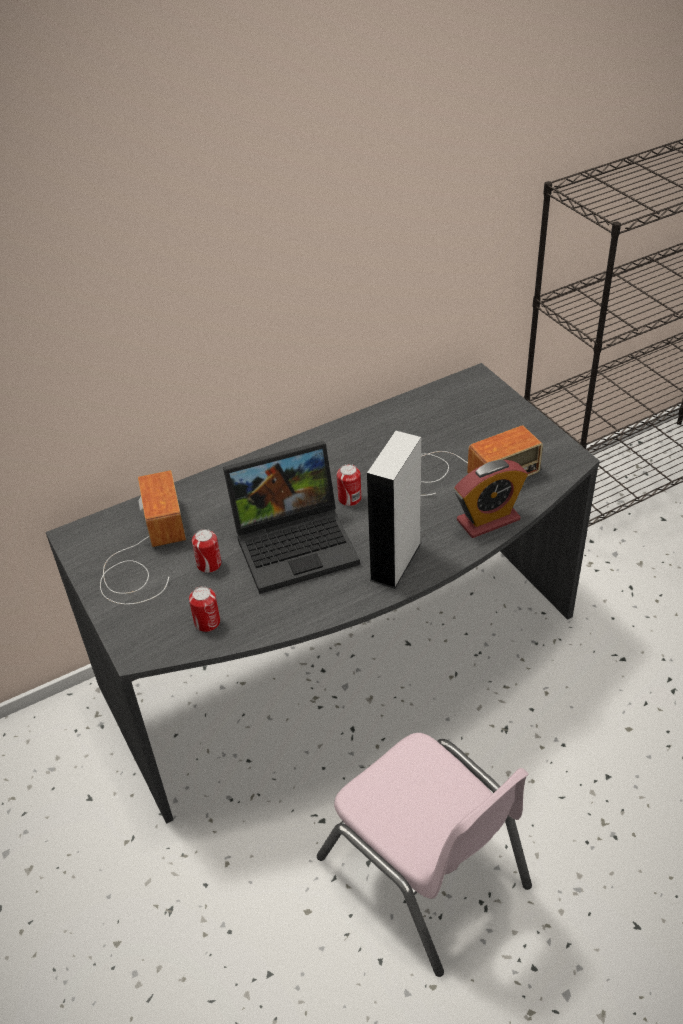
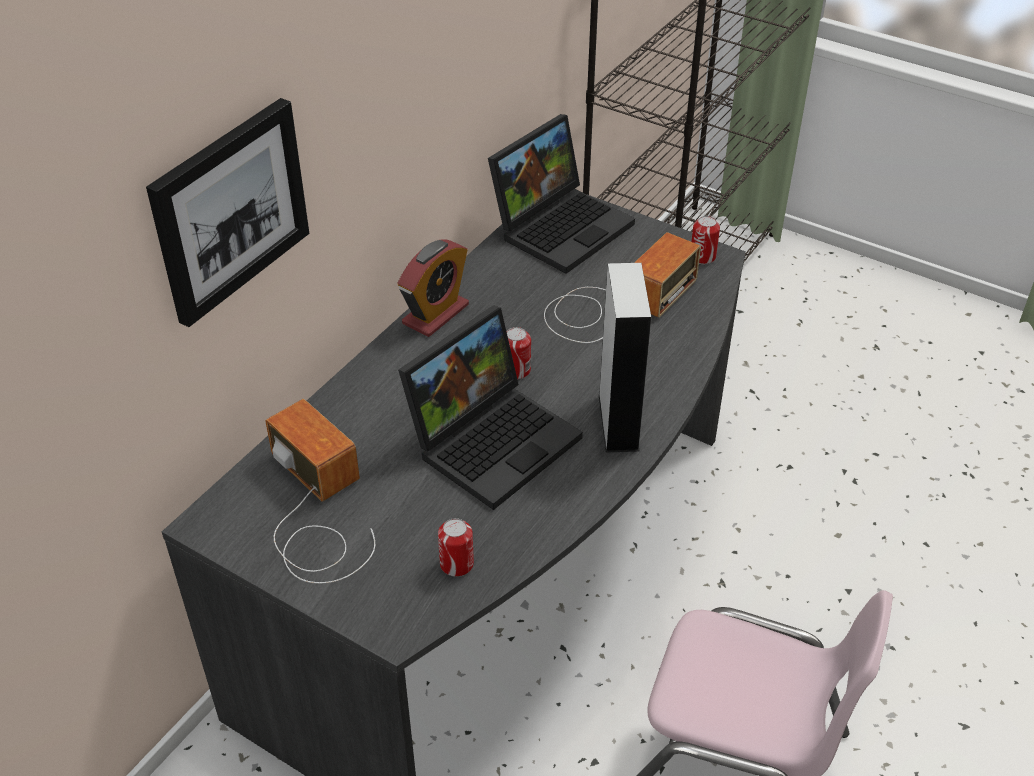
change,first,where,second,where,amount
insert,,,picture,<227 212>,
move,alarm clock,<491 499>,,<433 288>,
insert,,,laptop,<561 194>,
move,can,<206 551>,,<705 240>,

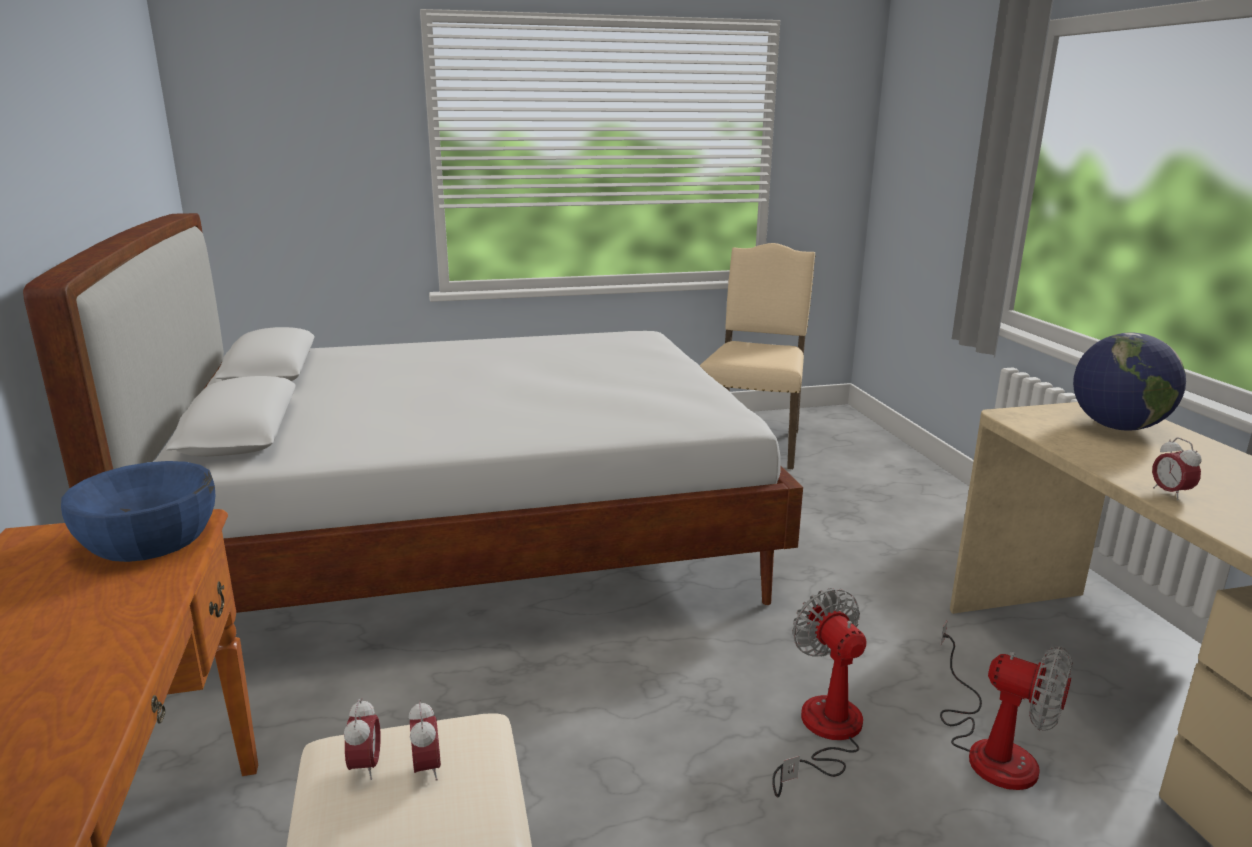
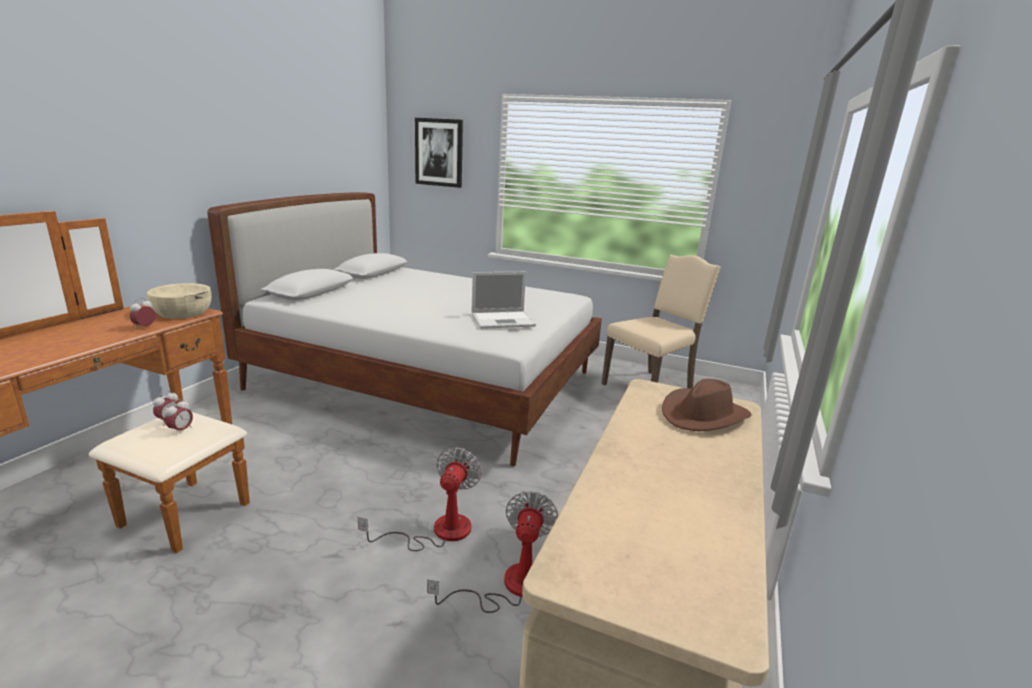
change,first,where,second,where,amount
move,alarm clock,<1177 469>,,<143 313>,
recolor,blue bowl,<138 511>,beige bowl,<179 301>,
insert,,,picture,<439 153>,
rotate,fan,<1006 705>,,<492 552>,150 degrees counterclockwise
insert,,,laptop,<503 300>,
replace,globe,<1129 381>,brown hat,<707 404>,

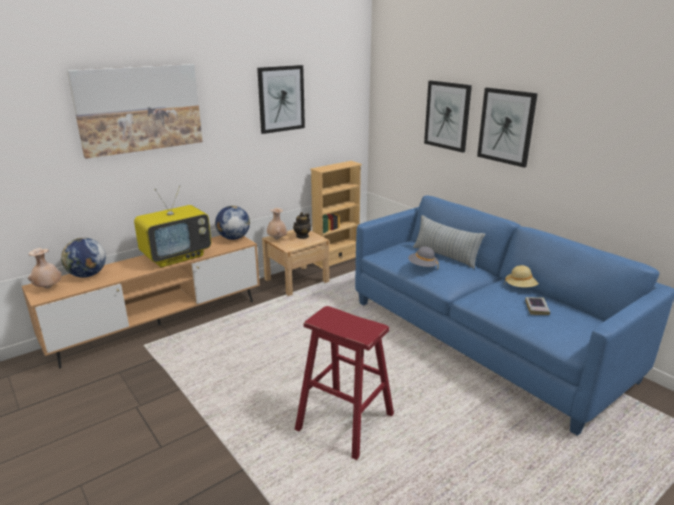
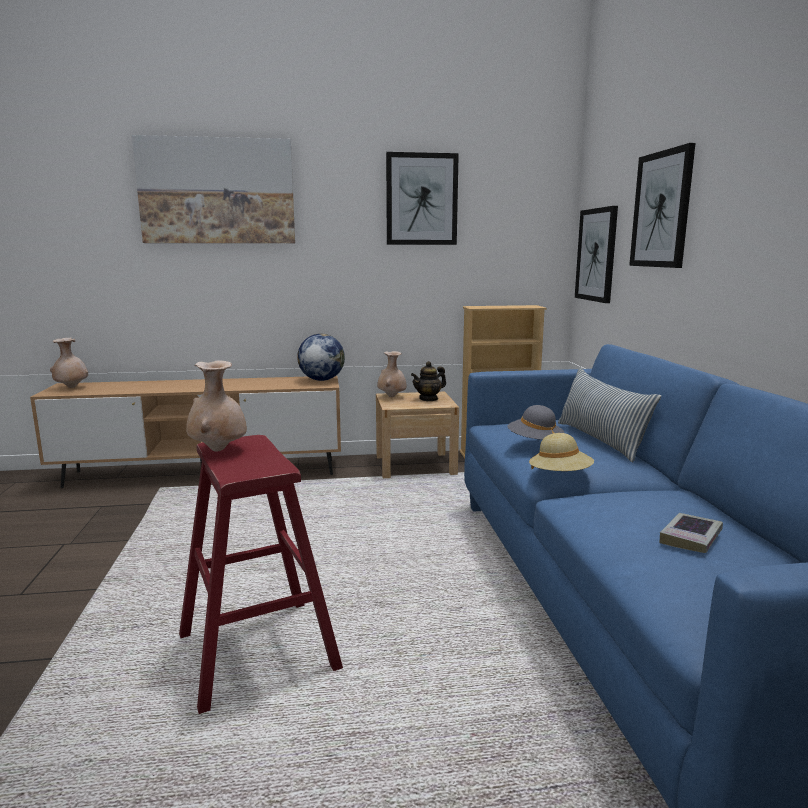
change,first,where,second,where,amount
insert,,,beige vase,<216 406>,
move,beige hat,<521 276>,,<561 452>,
move,picture,<507 128>,,<596 254>,
delete,globe,<83 258>,,,
delete,television,<172 226>,,,

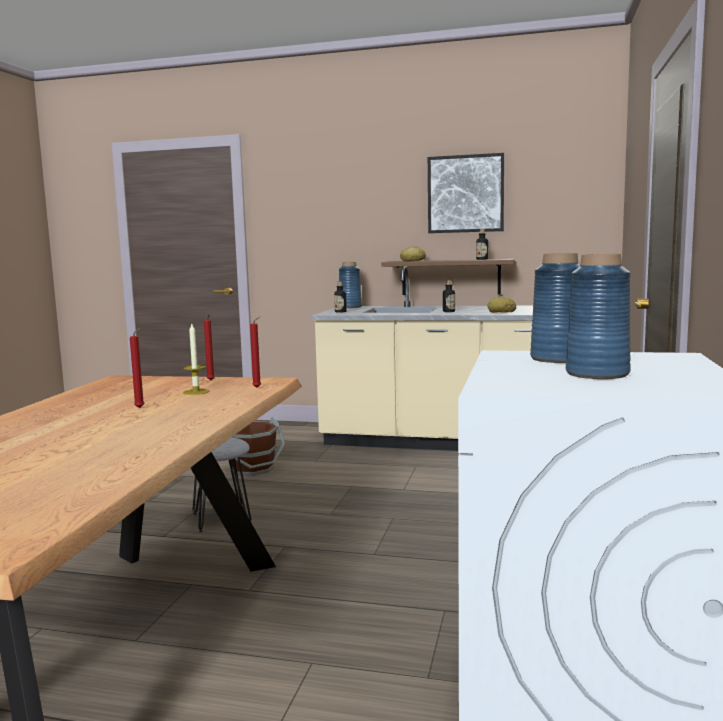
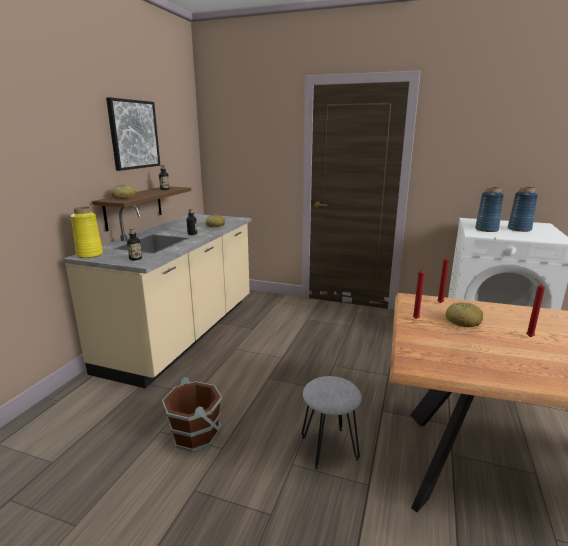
change,first,where,second,where,amount
recolor,blue vase,<350 285>,yellow vase,<87 232>,
replace,candle,<196 359>,bread,<464 314>,

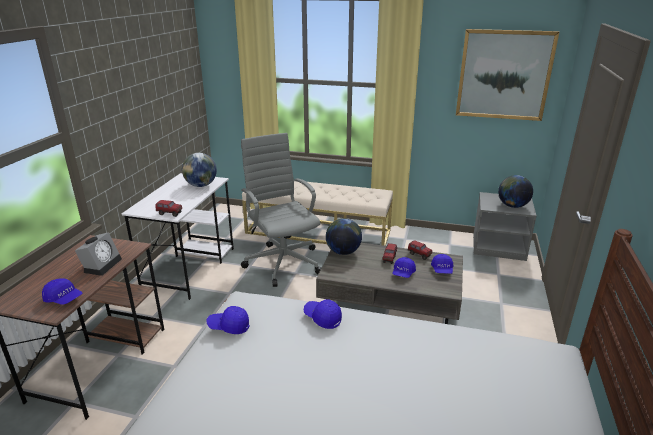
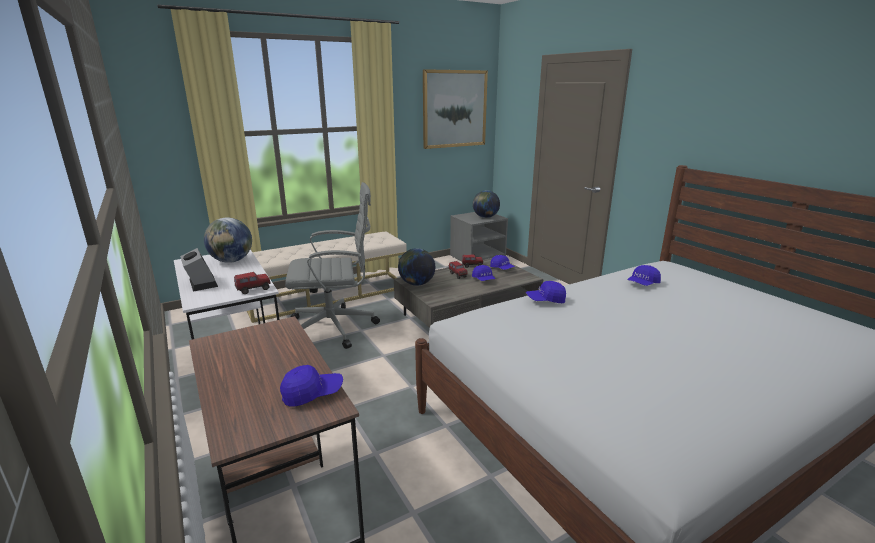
change,first,where,second,where,amount
move,alarm clock,<98 254>,,<199 269>,
rotate,grey office chair,<281 210>,,<332 265>,150 degrees clockwise
move,blue cap,<228 320>,,<644 275>,

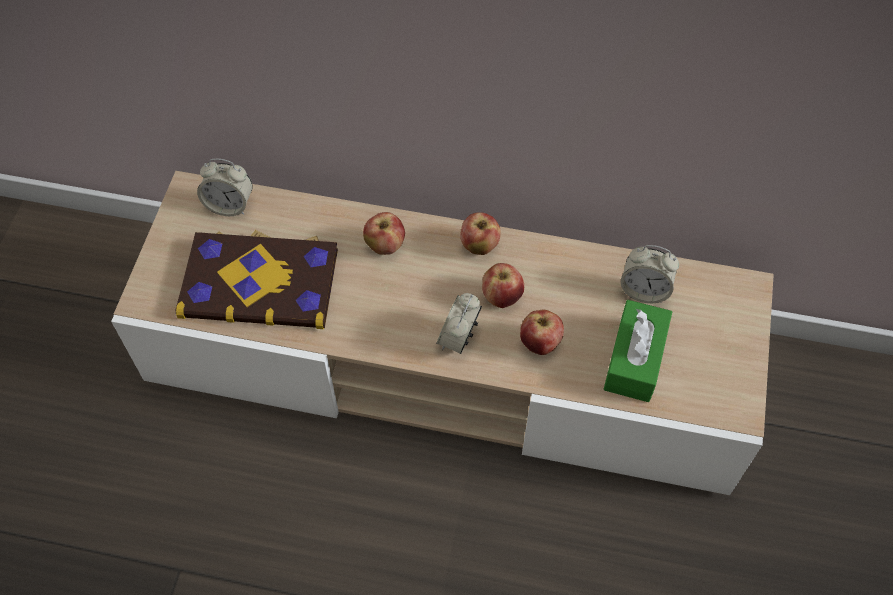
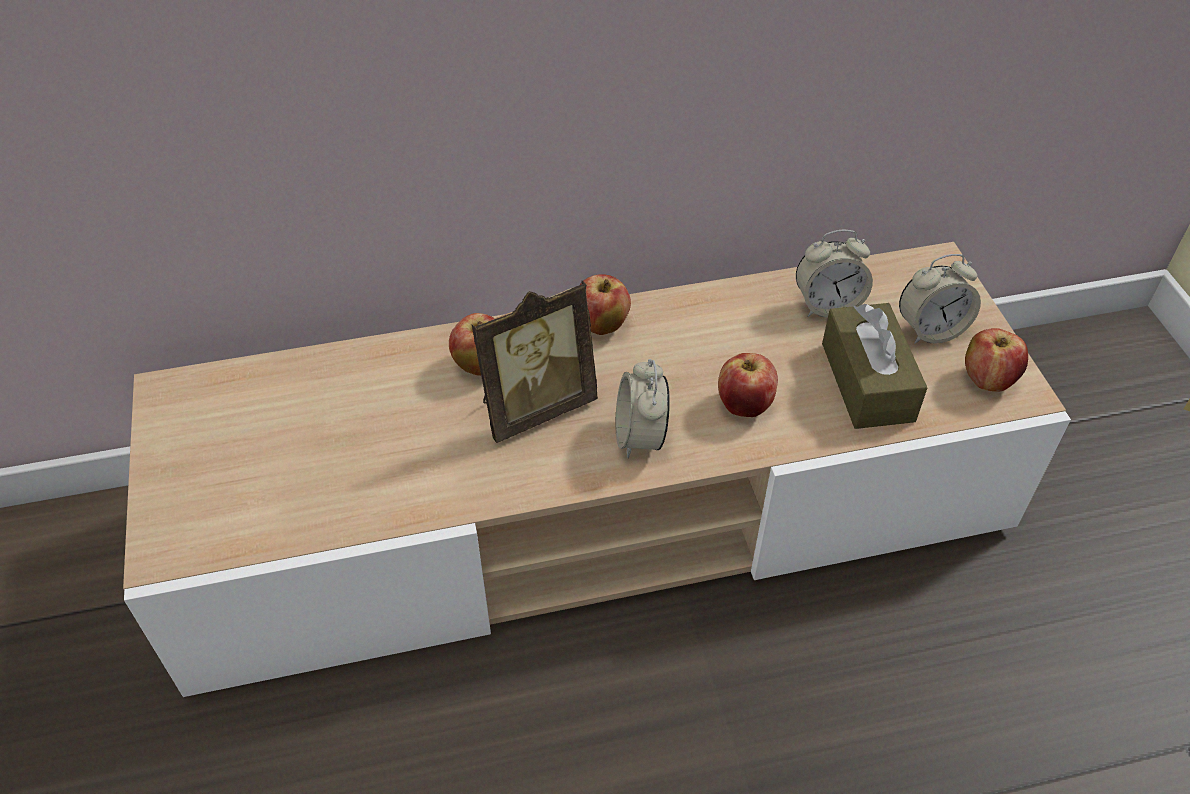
change,first,where,second,where,amount
insert,,,picture frame,<535 362>,
recolor,green tissue box,<638 351>,brown tissue box,<874 366>,
move,alarm clock,<225 187>,,<940 299>,
move,apple,<503 285>,,<996 360>,
delete,book,<257 279>,,,

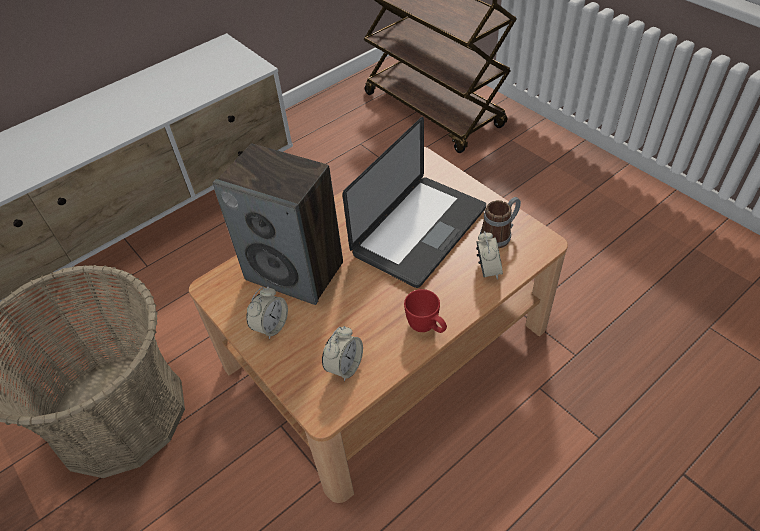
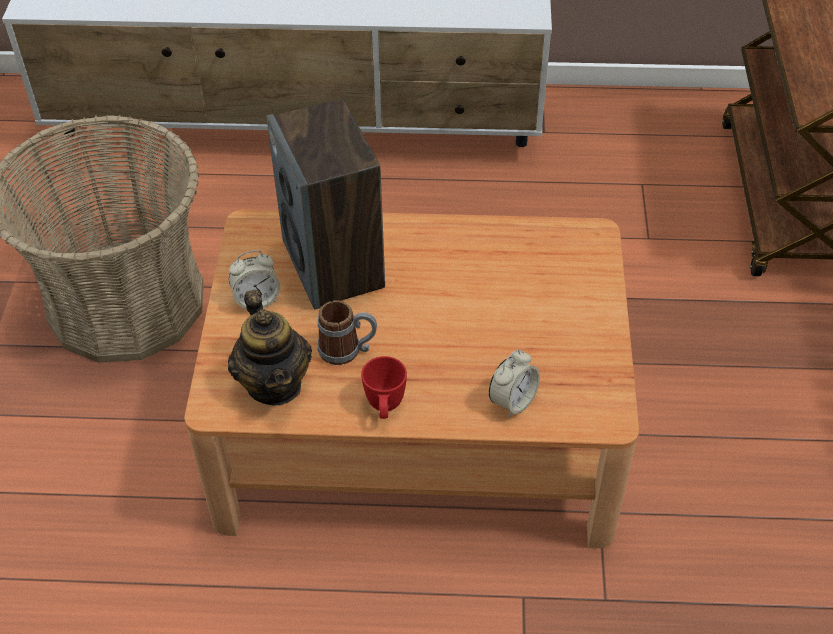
change,first,where,second,where,amount
replace,alarm clock,<342 353>,teapot,<270 348>,
move,mug,<500 222>,,<347 332>,
delete,laptop,<414 202>,,,

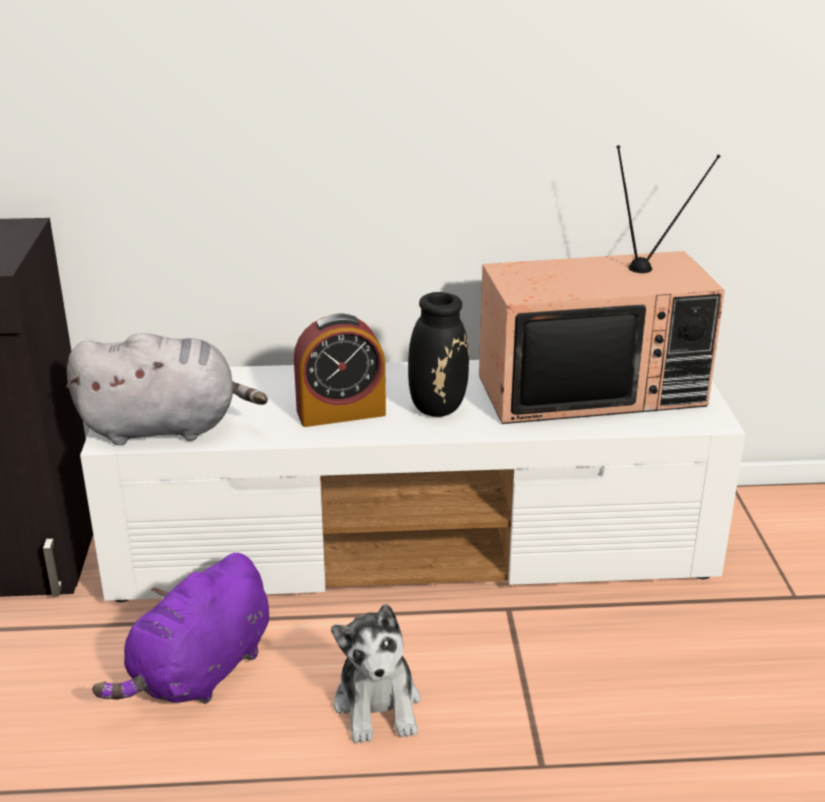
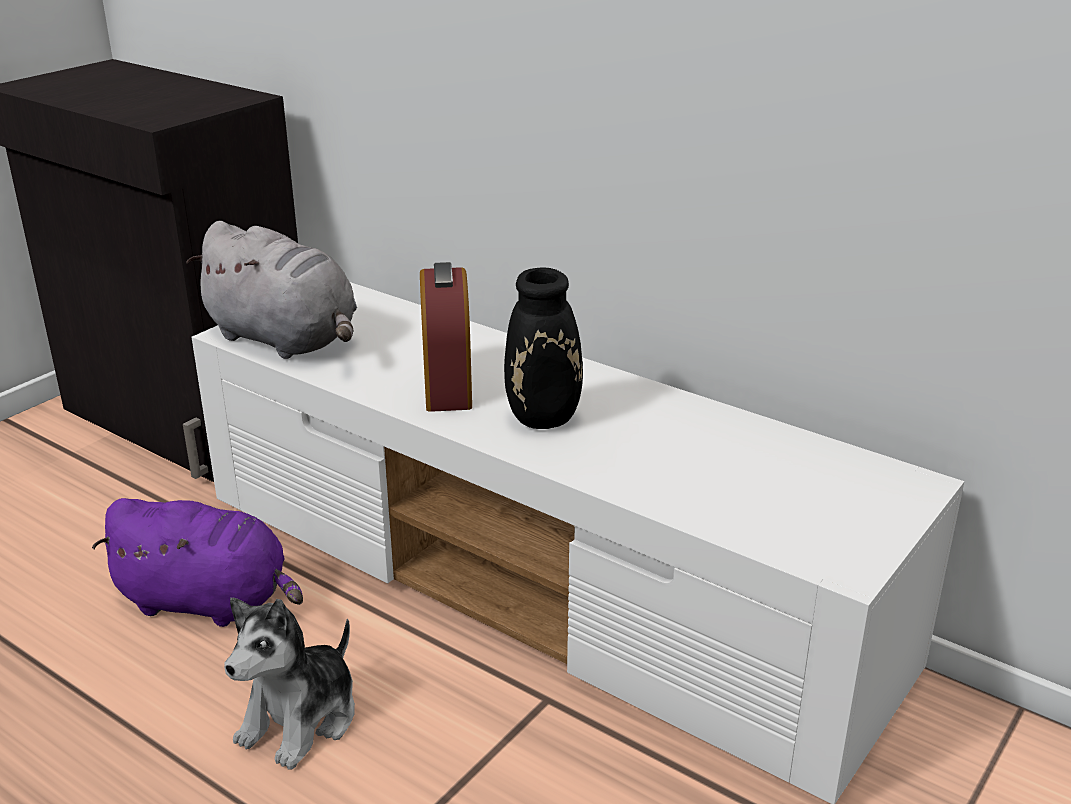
change,first,where,second,where,amount
rotate,purple plush toy,<180 628>,,<197 562>,150 degrees counterclockwise
rotate,alarm clock,<340 370>,,<446 337>,60 degrees clockwise
delete,television,<602 284>,,,

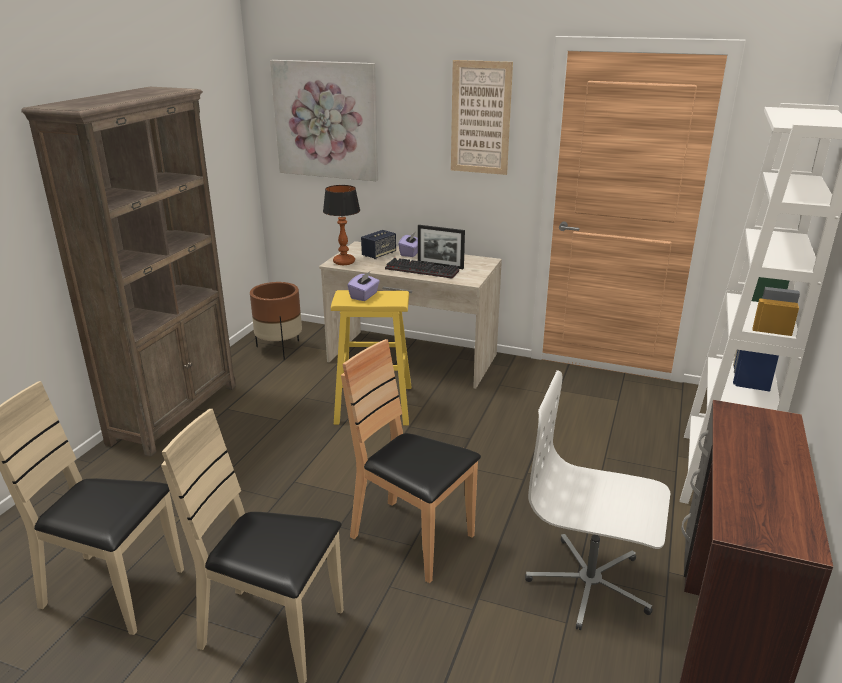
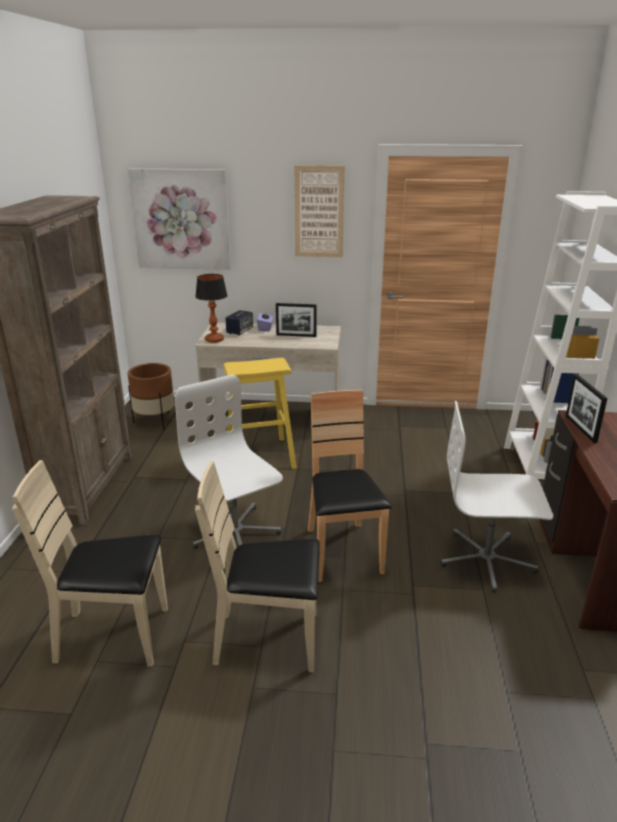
change,first,where,second,where,amount
insert,,,white office chair,<229 461>,
rotate,brown chair,<411 461>,,<350 486>,60 degrees clockwise
insert,,,picture frame,<587 408>,
delete,purple tissue box,<363 286>,,,
delete,keyboard,<422 268>,,,

